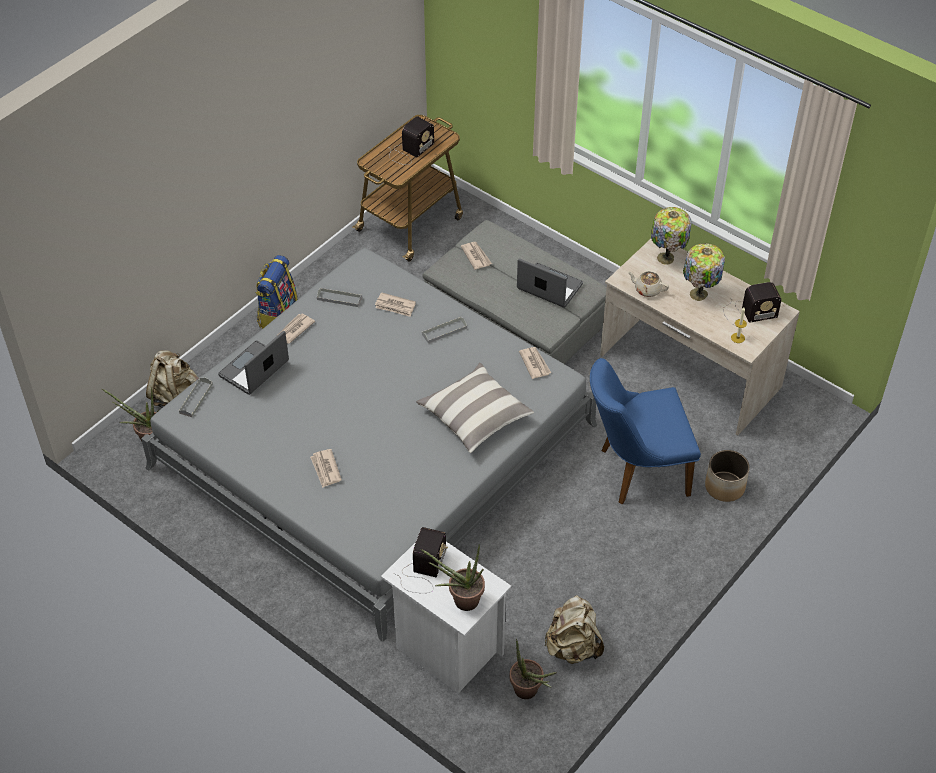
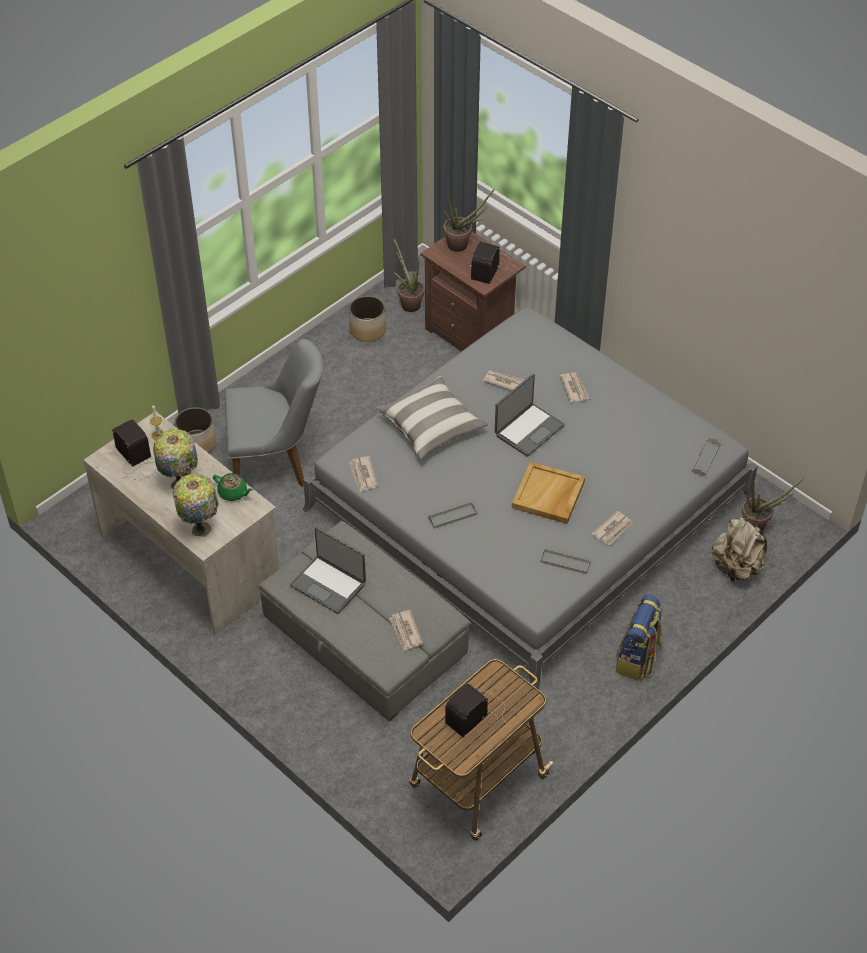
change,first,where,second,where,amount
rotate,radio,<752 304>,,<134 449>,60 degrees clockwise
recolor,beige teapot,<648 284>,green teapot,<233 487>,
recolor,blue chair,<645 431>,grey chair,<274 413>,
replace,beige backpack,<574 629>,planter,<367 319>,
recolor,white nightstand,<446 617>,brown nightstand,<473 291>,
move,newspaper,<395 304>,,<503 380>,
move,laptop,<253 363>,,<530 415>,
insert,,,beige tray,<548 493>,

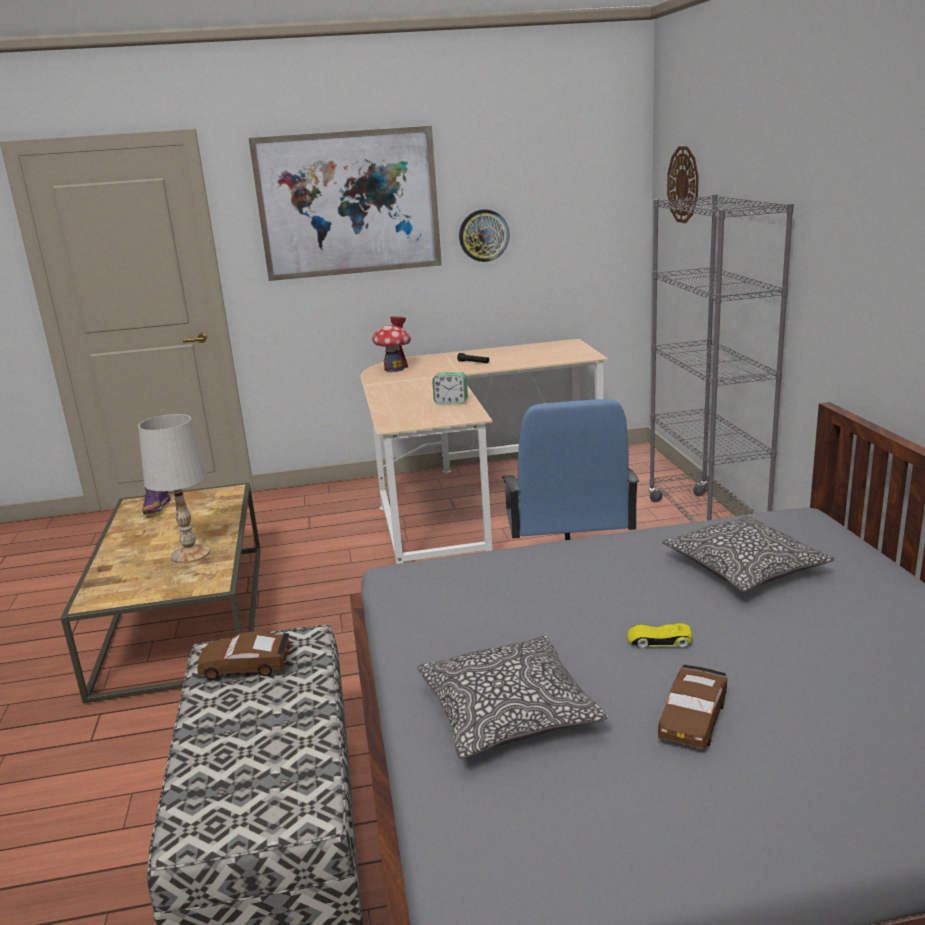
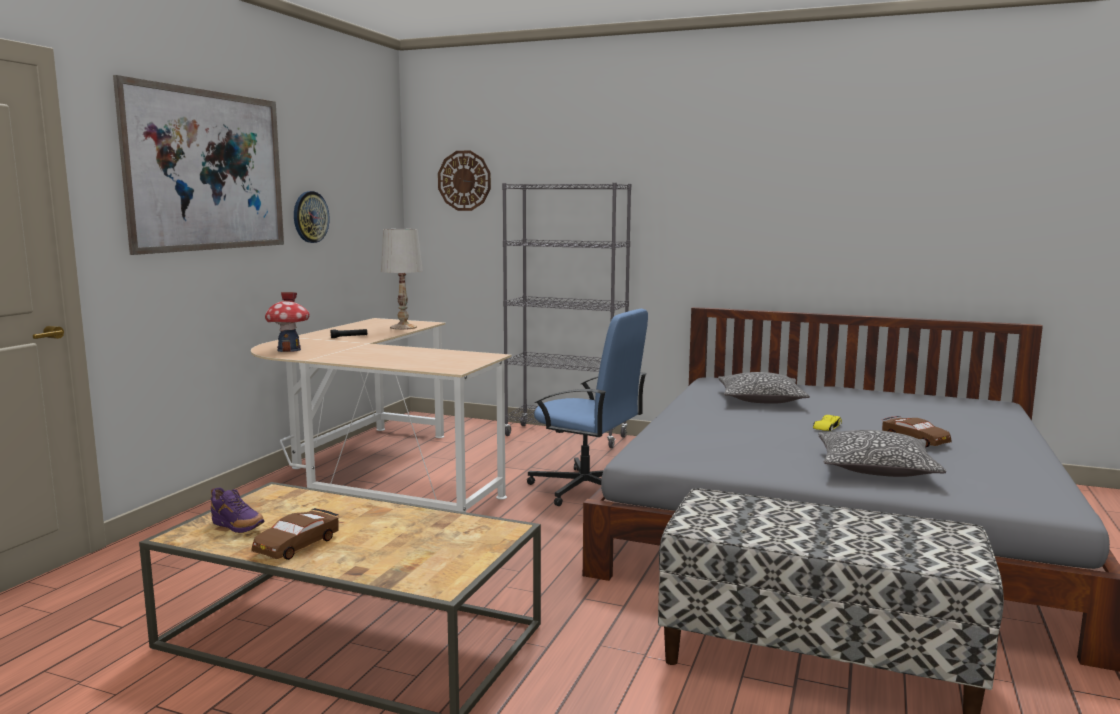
change,first,where,second,where,amount
move,brown toy car,<244 655>,,<295 534>,
move,white table lamp,<174 488>,,<402 279>,
delete,alarm clock,<450 388>,,,

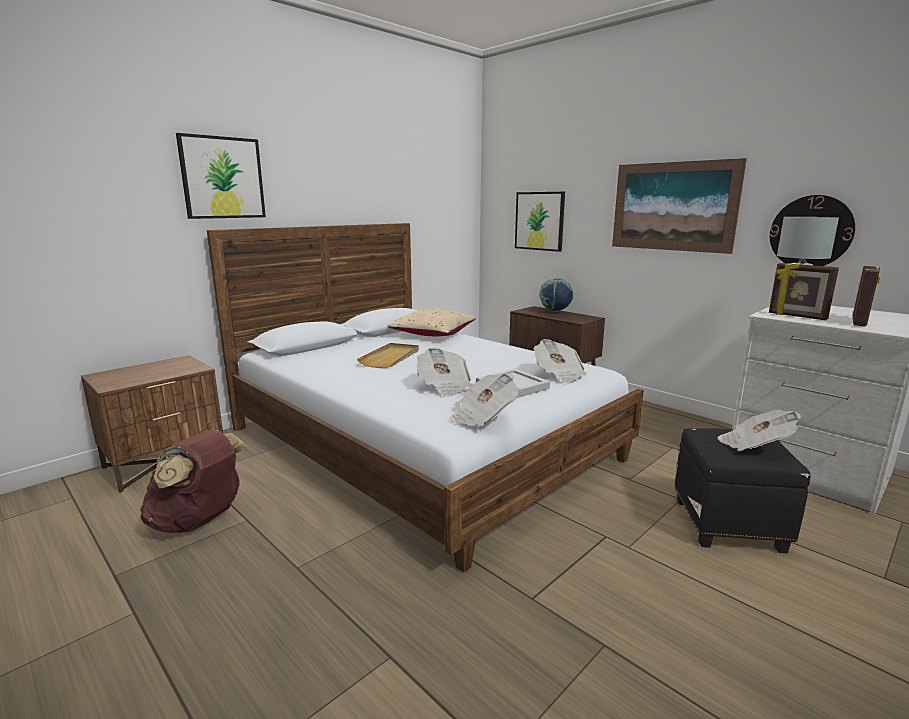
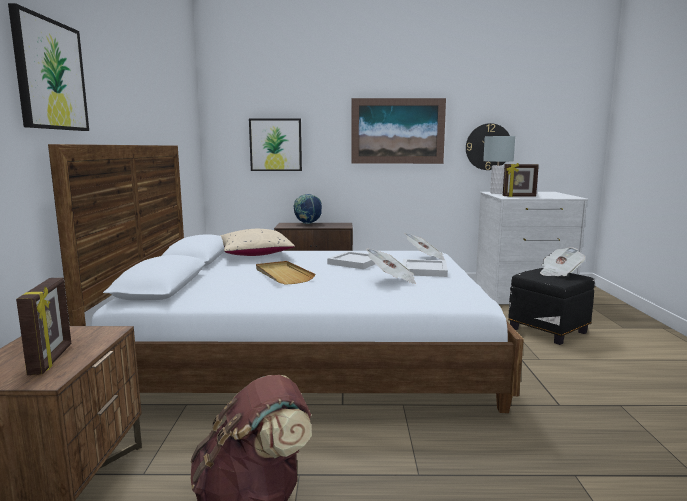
change,first,where,second,where,amount
move,picture frame,<866 296>,,<43 326>,
insert,,,white tray,<351 260>,
delete,newspaper,<484 400>,,,

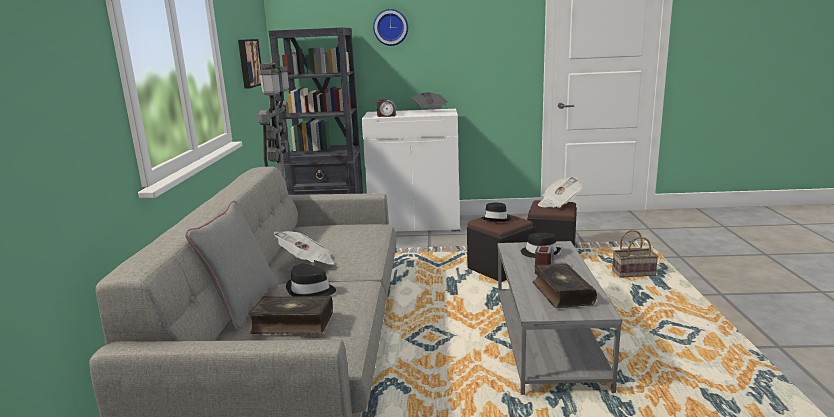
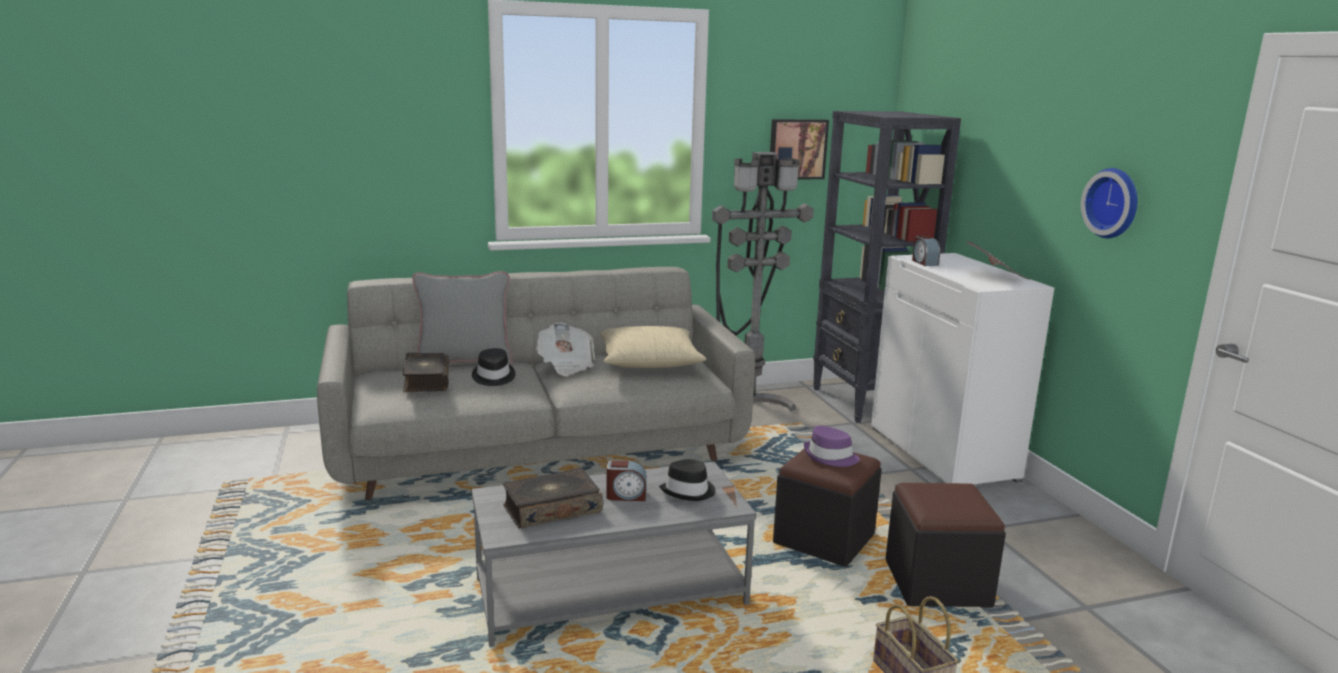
change,first,where,second,where,amount
insert,,,beige pillow,<653 347>,
recolor,black hat,<496 212>,purple hat,<832 446>,
move,wall clock,<390 27>,,<1109 203>,
delete,newspaper,<560 192>,,,

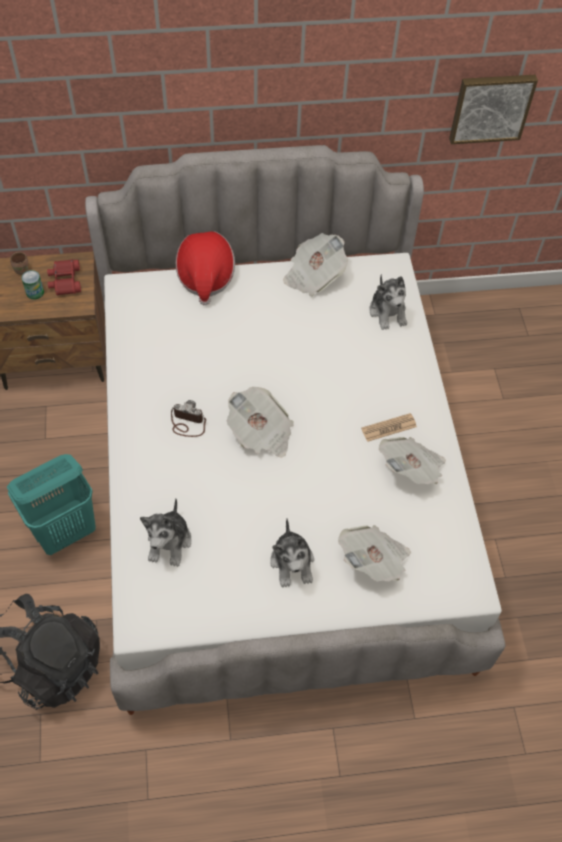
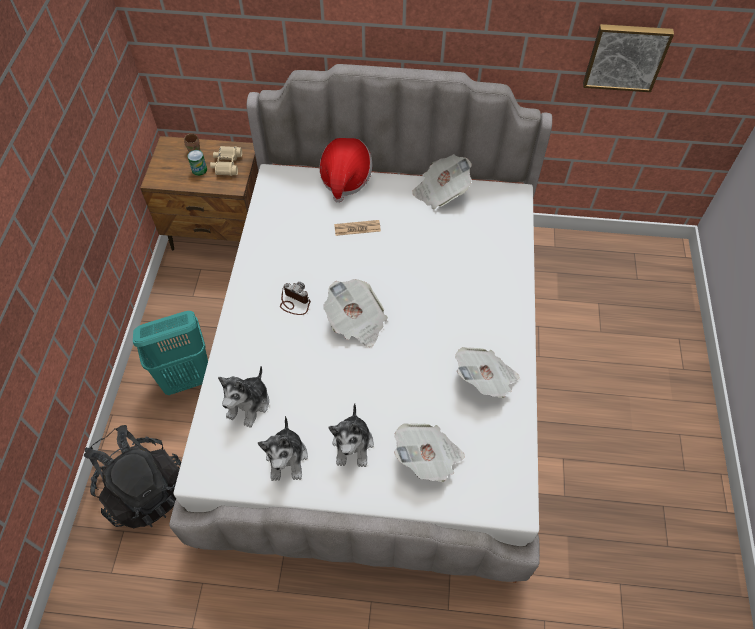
change,first,where,second,where,amount
recolor,red binoculars,<64 277>,beige binoculars,<226 161>,
move,plush toy,<388 302>,,<283 448>,
move,newspaper,<389 427>,,<357 228>,

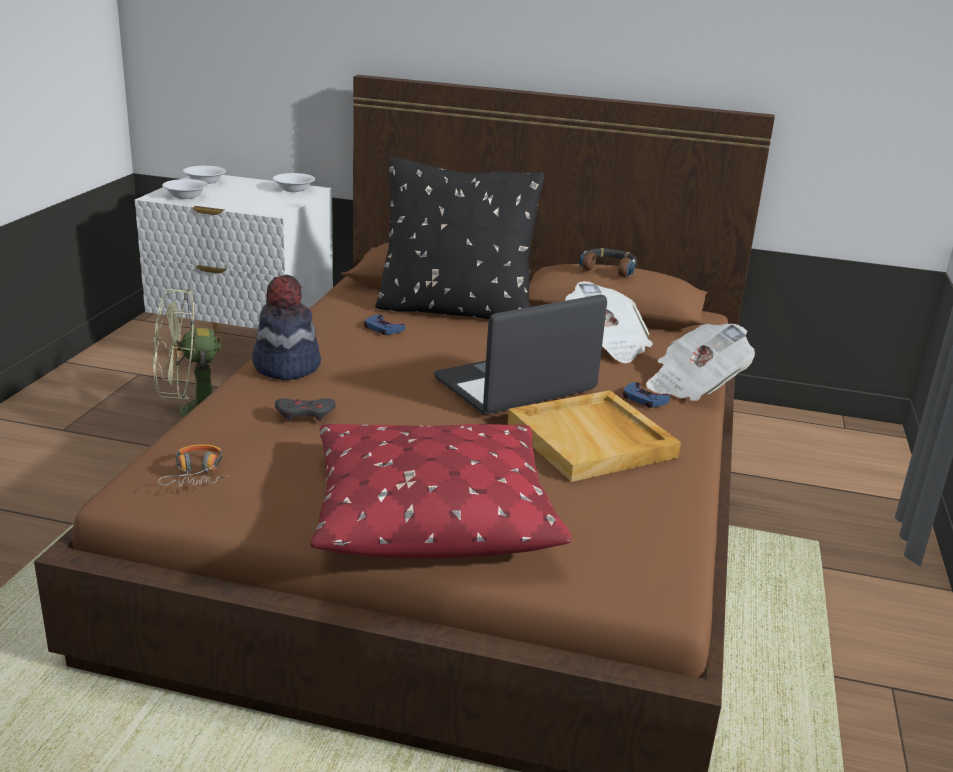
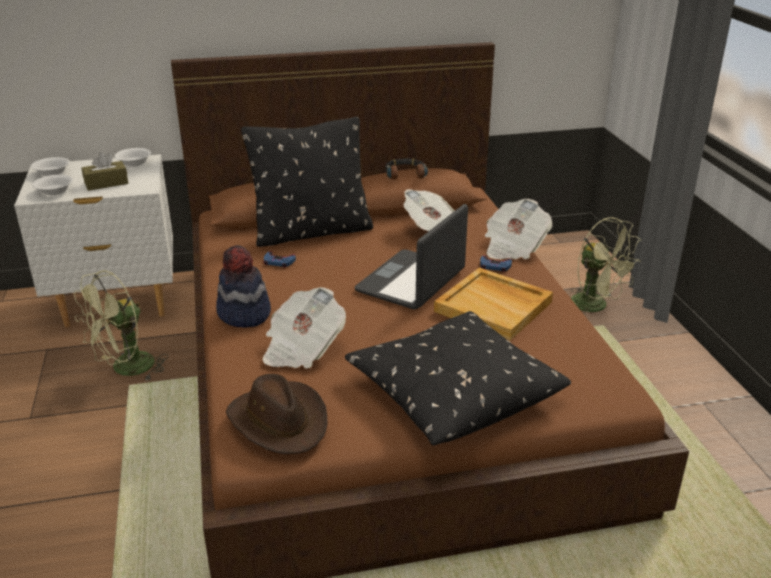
change,first,where,second,where,amount
insert,,,brown tissue box,<105 171>,
replace,headphones,<193 465>,brown hat,<276 414>,
replace,grey game controller,<305 410>,newspaper,<304 328>,
recolor,red pillow,<441 491>,black pillow,<458 378>,
insert,,,green fan,<606 264>,

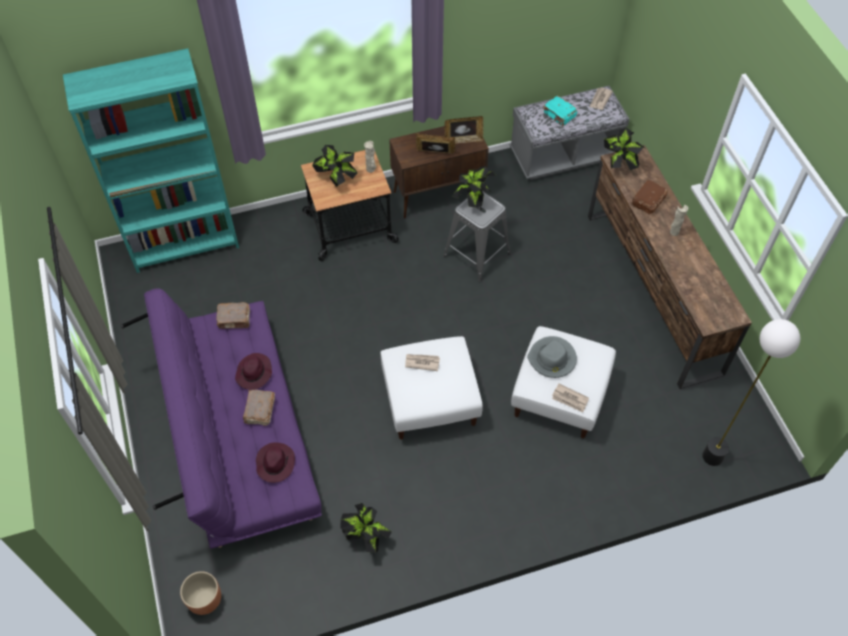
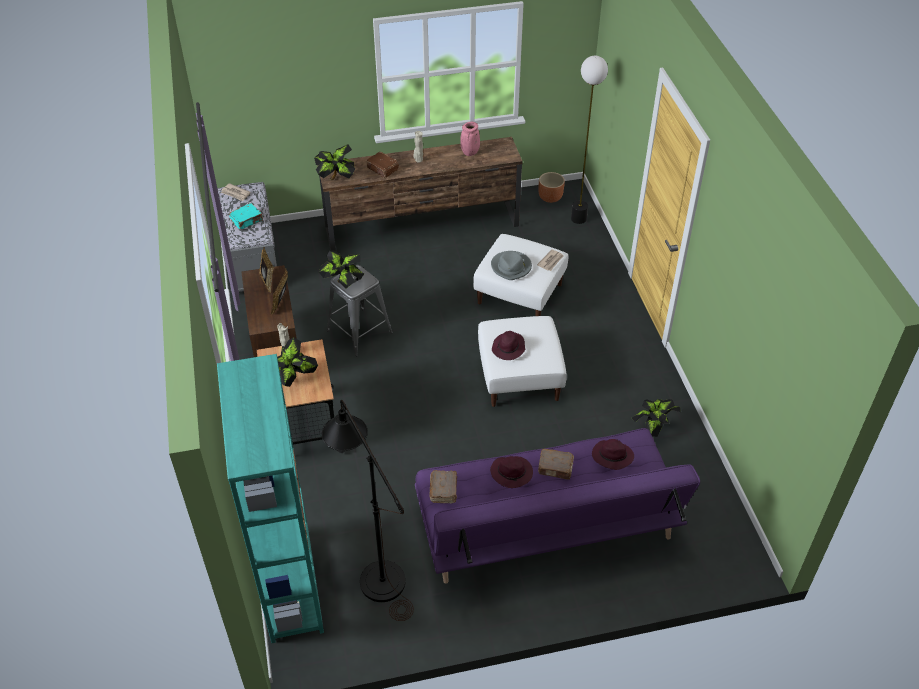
change,first,where,second,where,amount
insert,,,black floor lamp,<368 510>,
insert,,,pink vase,<470 139>,
replace,newspaper,<422 362>,purple hat,<508 345>,
move,brown planter,<200 593>,,<552 187>,

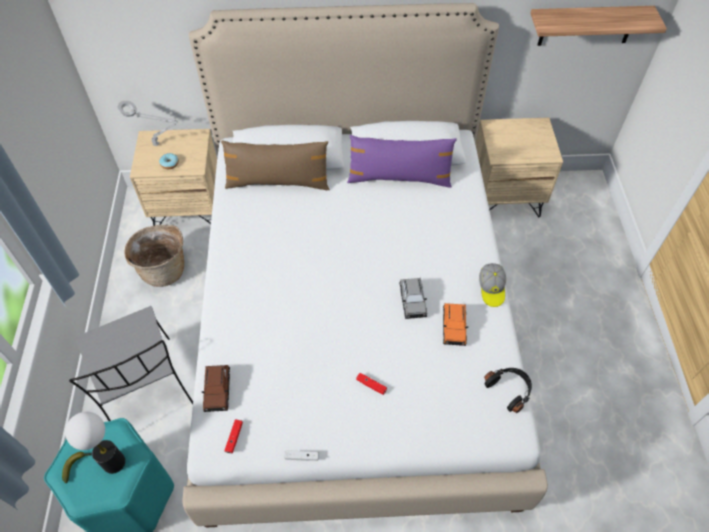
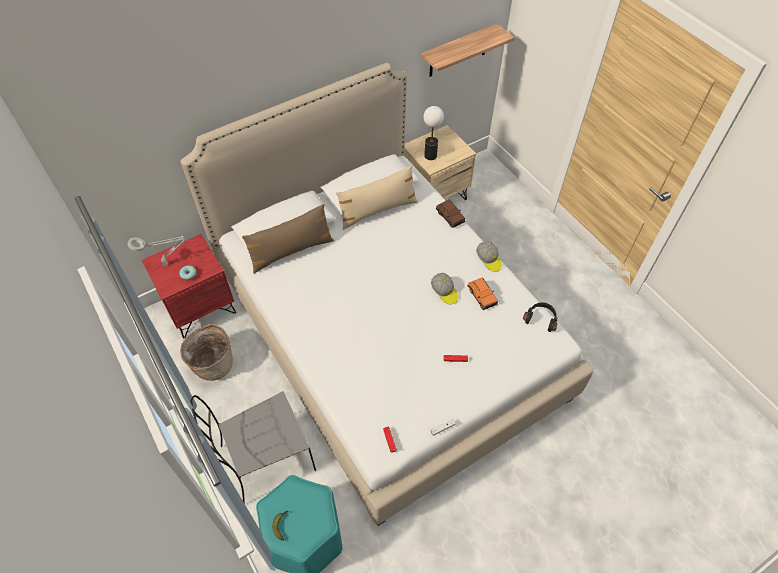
change,first,where,second,where,amount
recolor,beige nightstand,<173 177>,red nightstand,<189 286>,
rotate,grey chair,<131 363>,,<253 447>,120 degrees clockwise
recolor,purple pillow,<402 161>,beige pillow,<377 197>,
move,table lamp,<95 443>,,<433 133>,
replace,grey toy car,<413 298>,cap,<445 289>,
move,brown toy car,<216 388>,,<450 213>,

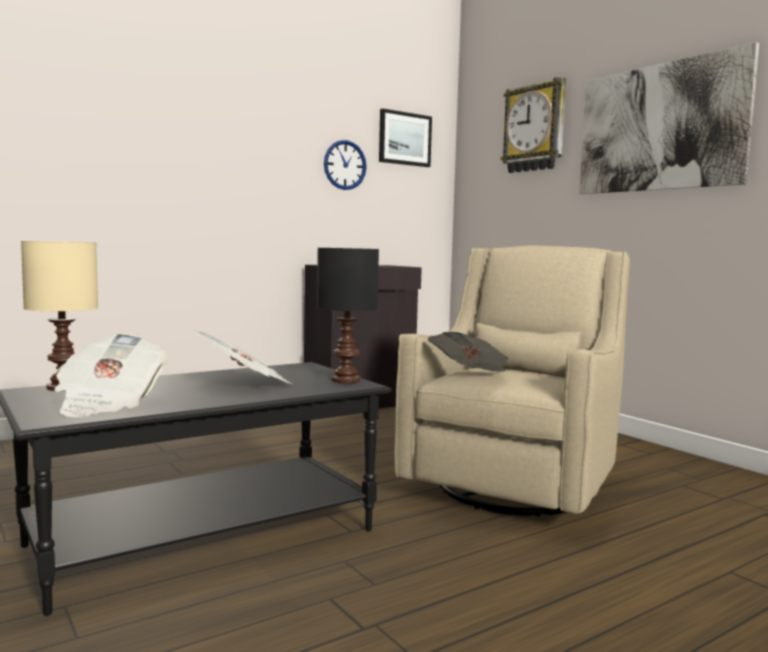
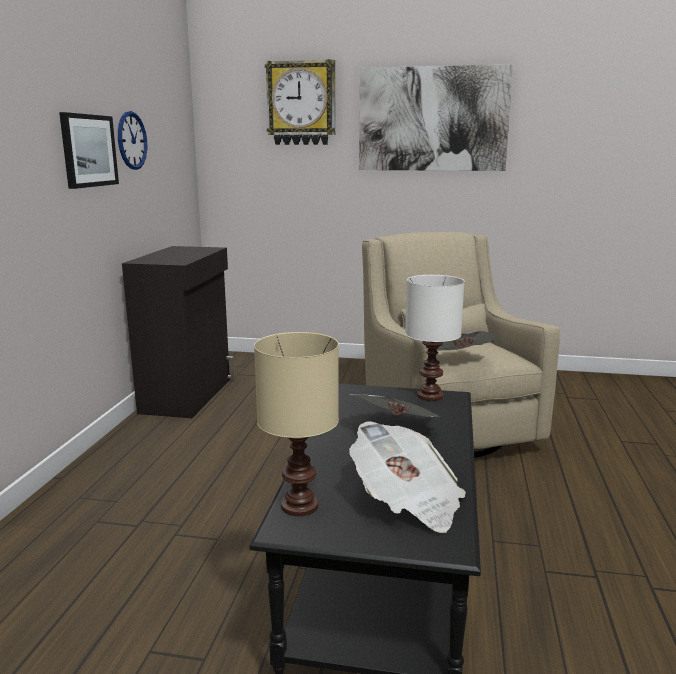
change,first,where,second,where,amount
move,picture,<405 138>,,<89 150>,
recolor,black table lamp,<348 315>,white table lamp,<435 338>,

